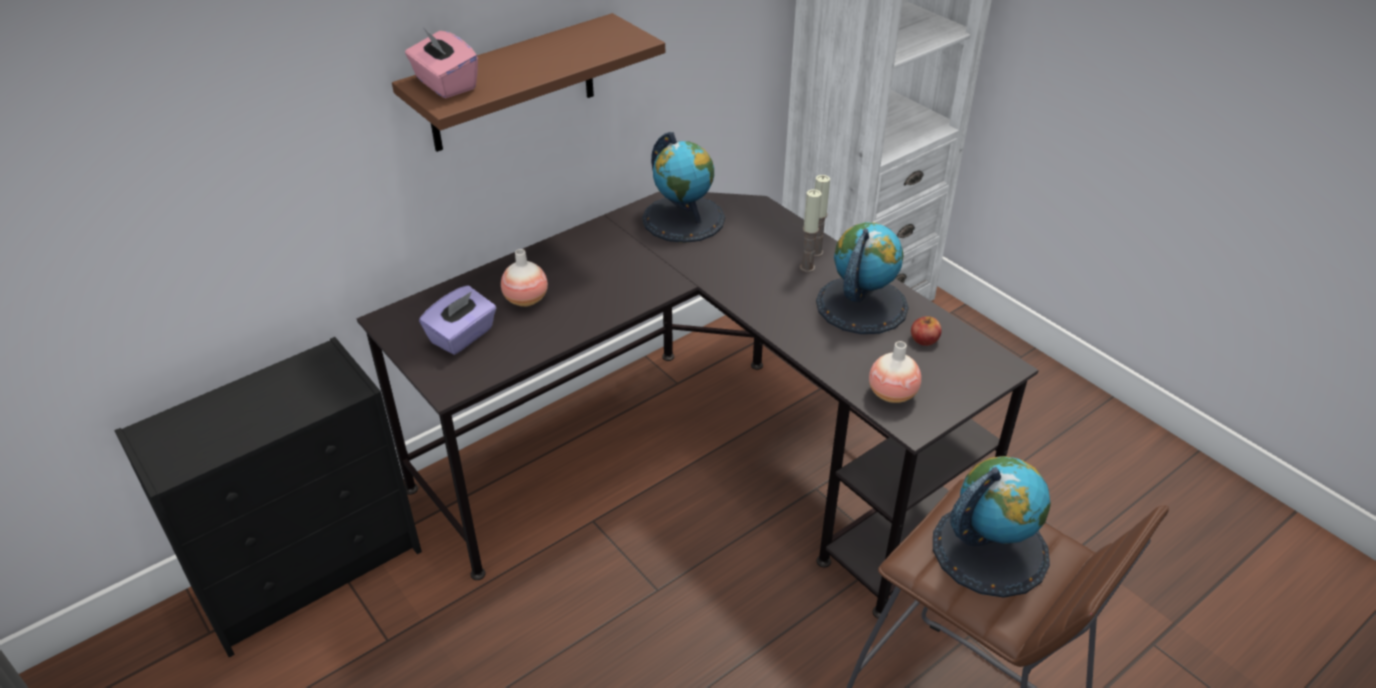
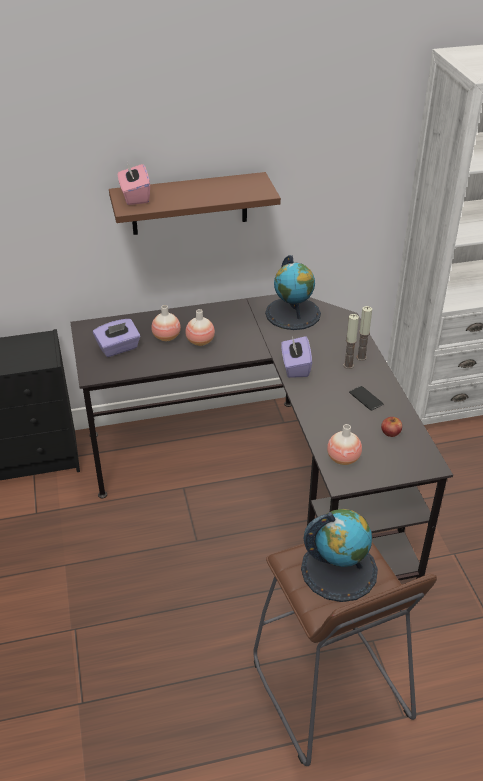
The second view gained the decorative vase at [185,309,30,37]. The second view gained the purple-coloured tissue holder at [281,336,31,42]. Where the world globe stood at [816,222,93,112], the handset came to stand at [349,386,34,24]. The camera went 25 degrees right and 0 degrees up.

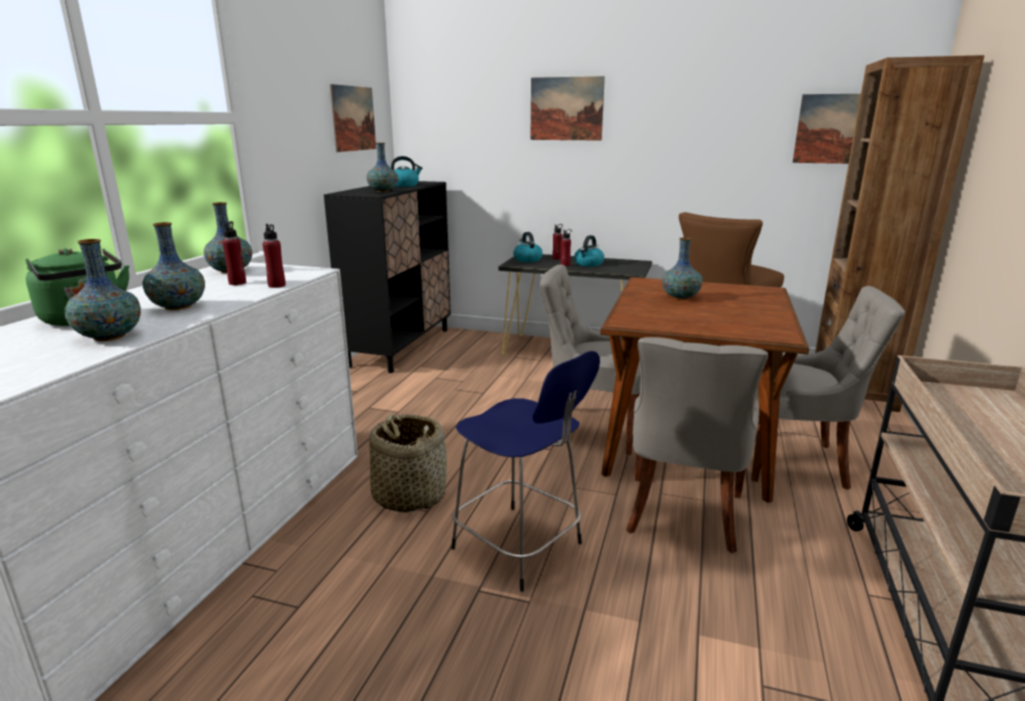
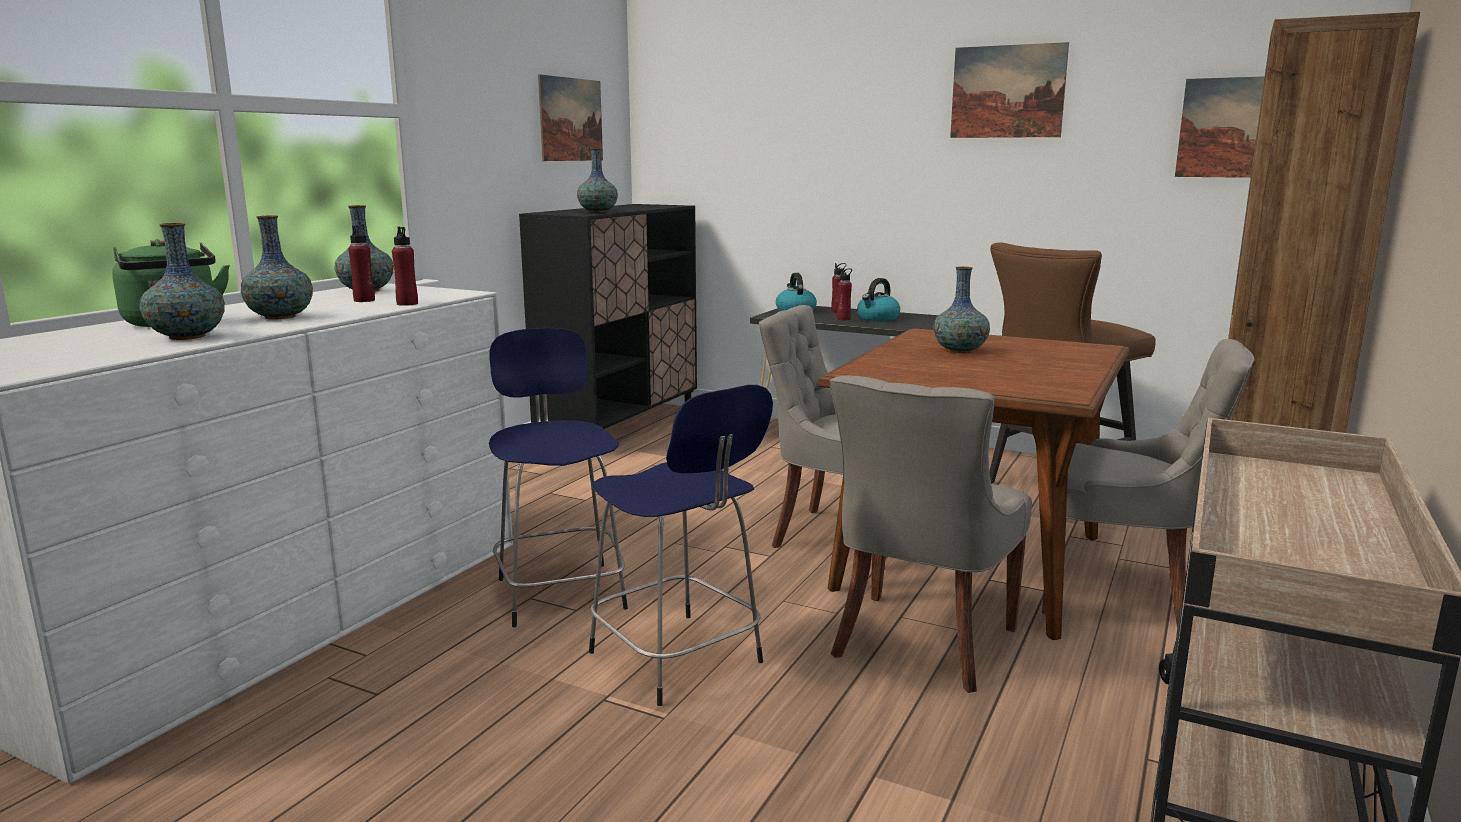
Where the household basket stood at [369,414,78,98], the blue-coloured stool seat came to stand at [489,328,139,299]. The wall picture ended up elsewhere, having gone from [530,76,75,64] to [950,42,119,96]. The second view lost the water kettle at [391,156,32,31]. The camera went 10 degrees right and 5 degrees down.

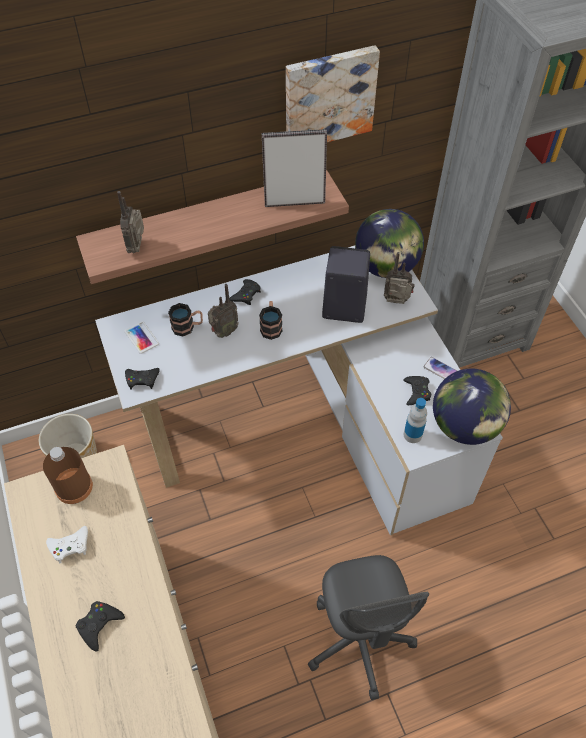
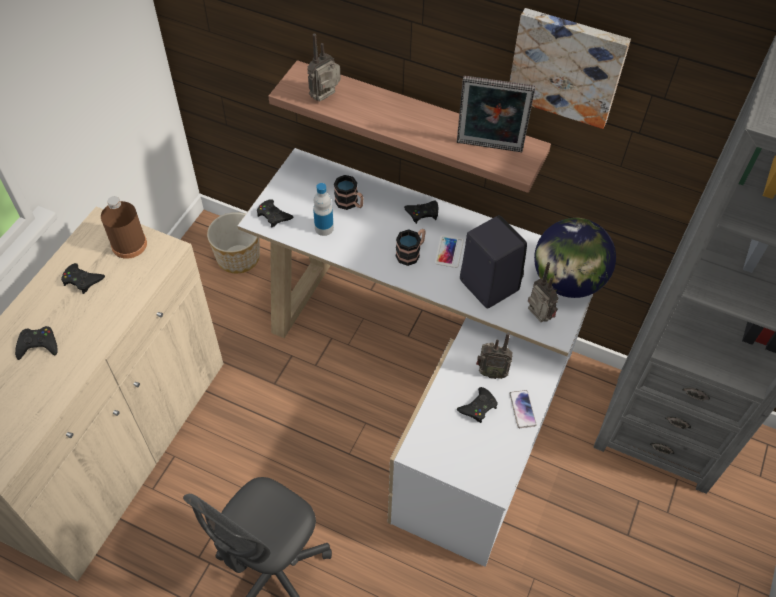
What was the whitish joypad at [46,526,42,37] turned into the blackish joypad at [61,263,44,31]. The bottle ended up elsewhere, having gone from [404,398,23,45] to [313,183,21,53]. The handset ended up elsewhere, having gone from [124,321,35,33] to [435,235,29,33]. The picture frame at [262,129,65,78] ended up facing another way, 150 degrees clockwise from before. The radio set ended up elsewhere, having gone from [208,284,31,54] to [476,332,36,47]. The second view lost the world globe at [433,369,78,76]. The camera went 45 degrees right and 0 degrees up.

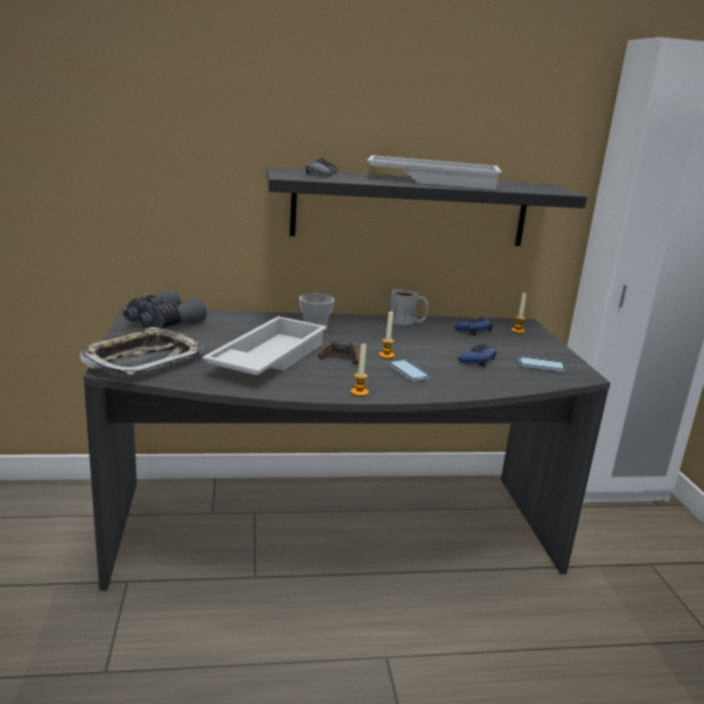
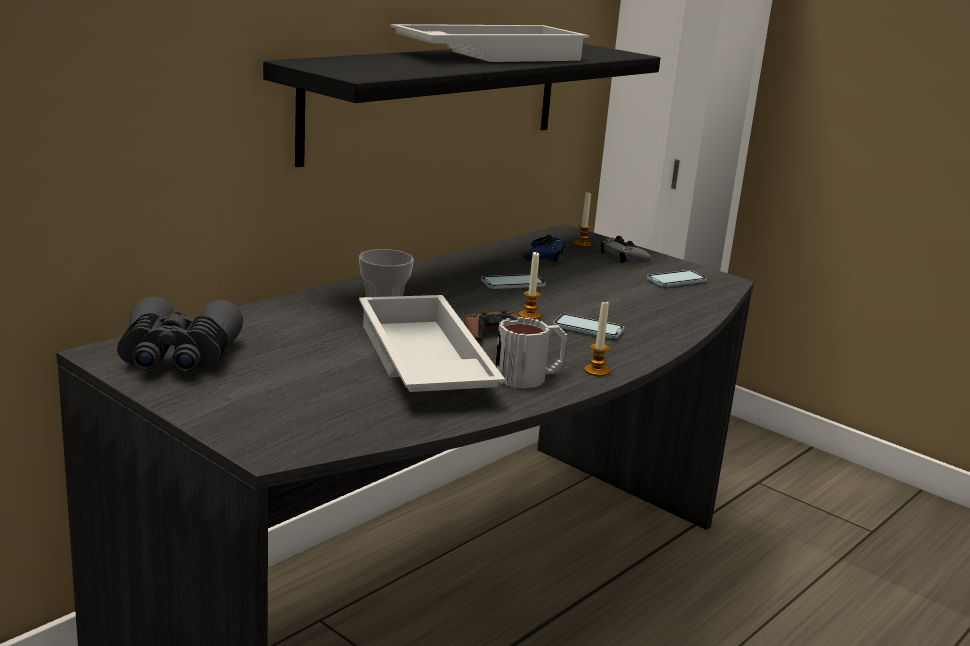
The second view gained the handset at [481,274,65,15]. The tea mug ended up elsewhere, having gone from [390,289,39,36] to [495,317,72,72]. The gray joypad ended up elsewhere, having gone from [306,158,32,19] to [601,236,50,27]. The second view lost the carrying tray at [80,327,124,48]. The second view lost the blue-coloured joypad at [458,343,39,24]. The camera went 40 degrees left and 0 degrees up.

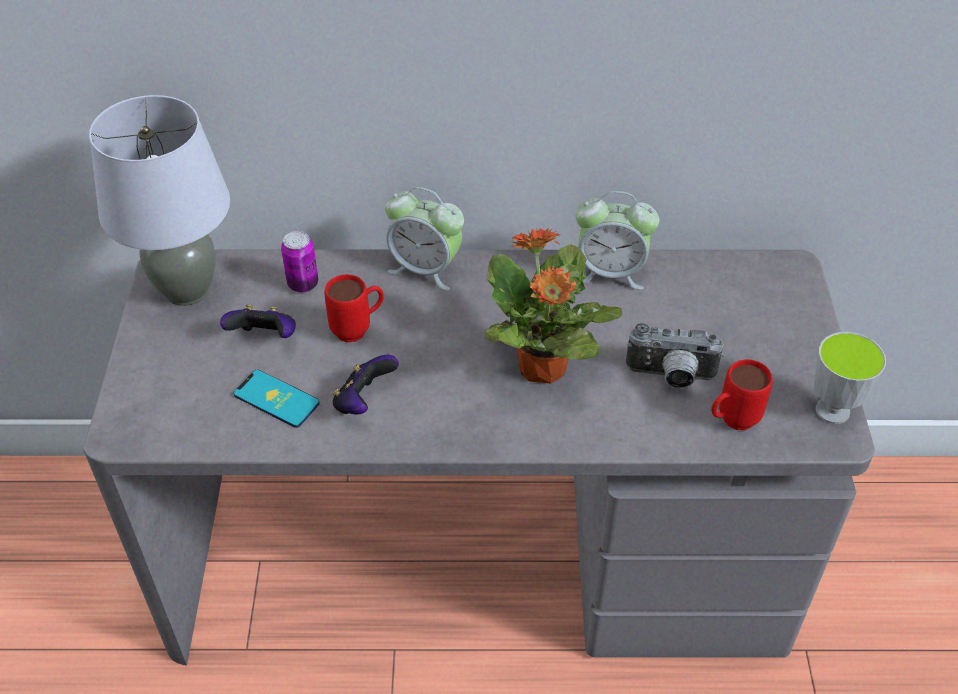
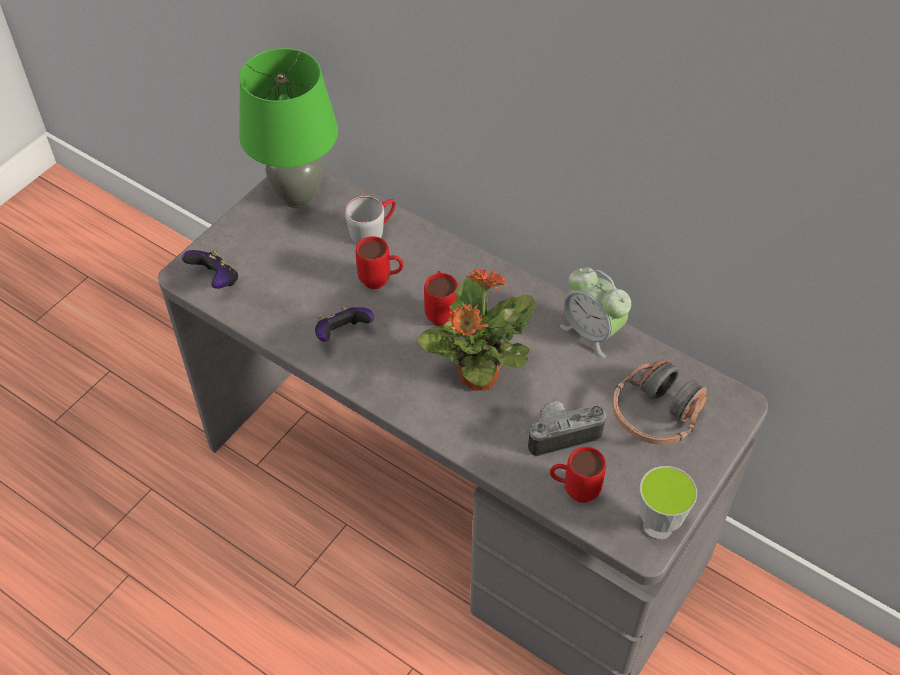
The joypad ended up elsewhere, having gone from [220,305,76,33] to [182,250,56,39]. What was the gray tabletop lamp at [89,95,141,211] turned into the greenish tabletop lamp at [239,48,99,160]. Where the can stood at [281,231,37,61], the gray tea mug came to stand at [345,196,51,48]. The second view gained the red-coloured tea mug at [424,271,34,55]. The photo camera at [626,323,98,66] ended up facing another way, 120 degrees clockwise from before. The second view gained the headset at [613,359,94,86]. The second view lost the handset at [234,370,86,58]. The second view lost the alarm clock at [385,187,79,103]. The camera went 35 degrees right and 5 degrees up.

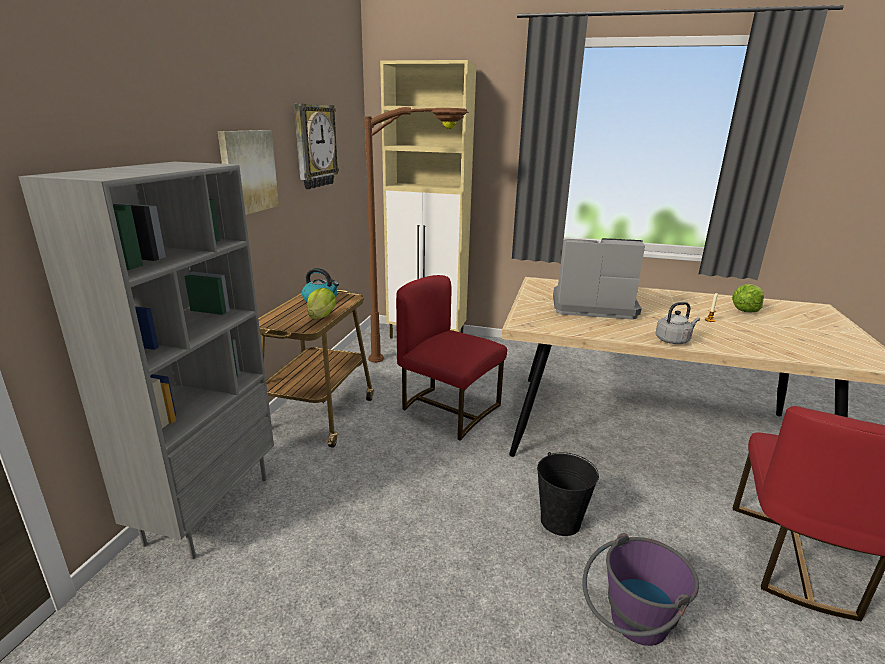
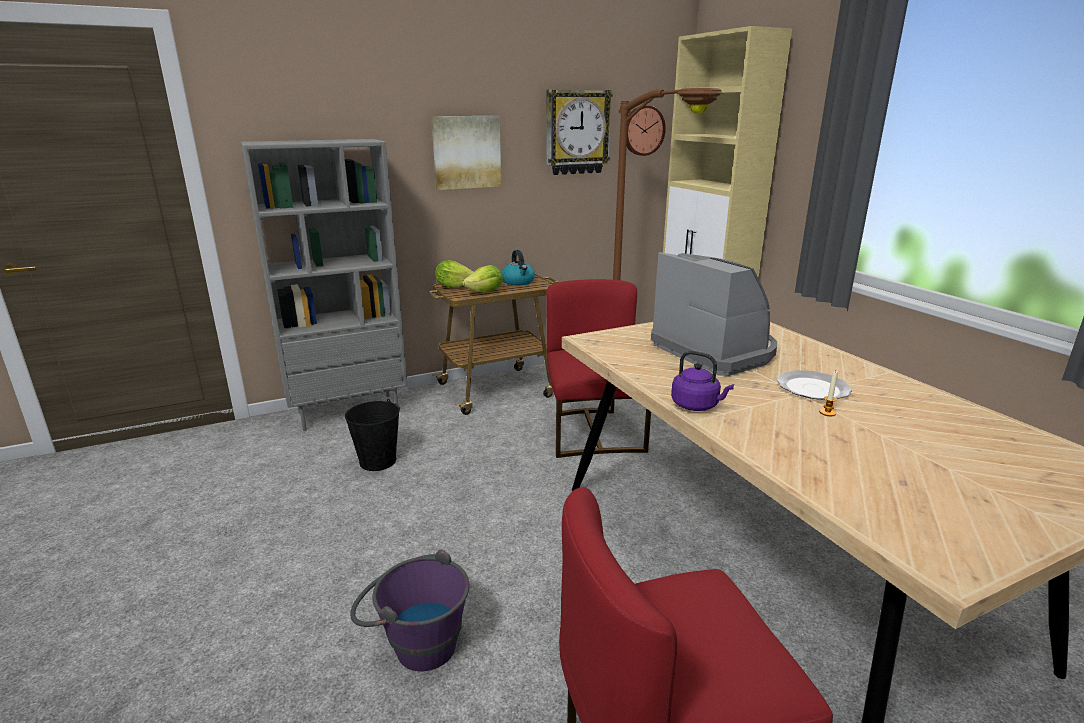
The blackish water bucket ended up elsewhere, having gone from [537,452,62,84] to [345,399,55,72]. The lettuce ended up elsewhere, having gone from [732,284,32,28] to [435,260,39,28]. The second view gained the wall clock at [627,106,39,50]. What was the gray water kettle at [655,302,45,42] turned into the purple-coloured water kettle at [671,351,63,60]. The second view gained the dinner plate at [776,370,76,30]. The camera went 50 degrees right and 0 degrees up.

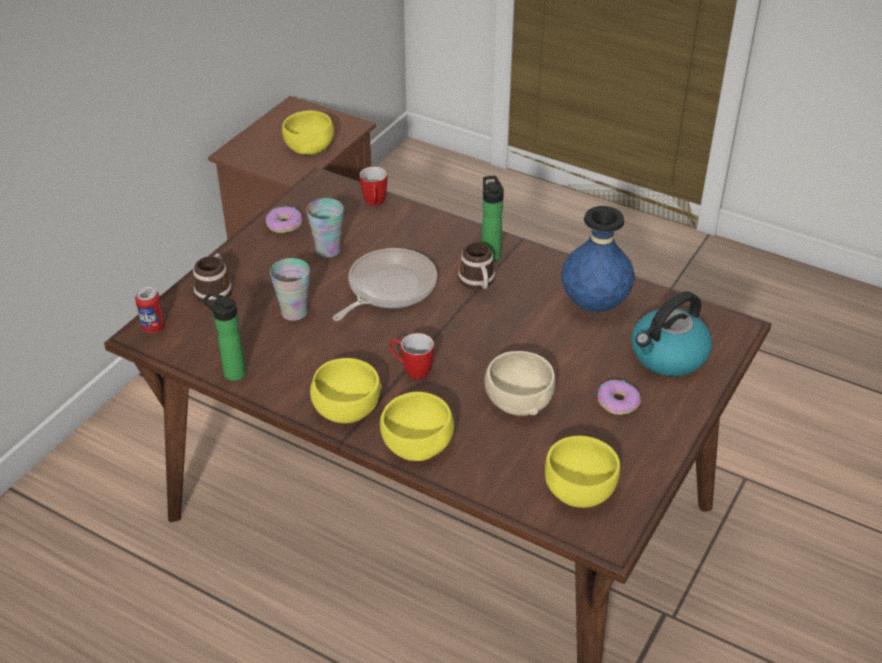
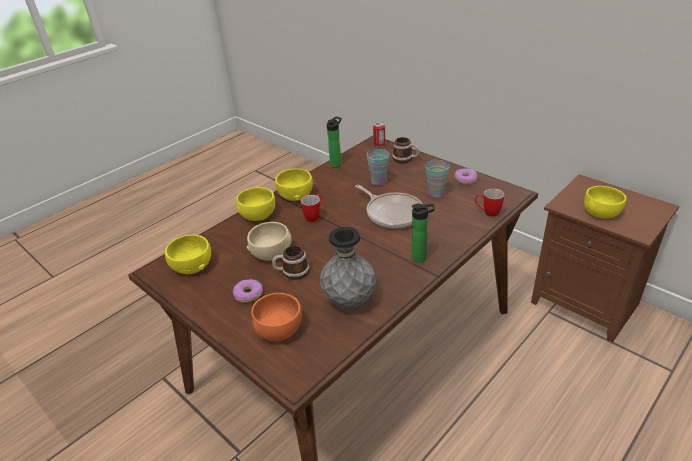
Where the water kettle stood at [631,291,81,85], the orange-coloured serving bowl came to stand at [251,293,51,48]. The tea mug ended up elsewhere, having gone from [458,243,37,47] to [272,246,37,34]. What was the blue-coloured decorative vase at [561,206,74,106] turned into the gray decorative vase at [320,227,56,81]. The camera went 105 degrees right and 5 degrees down.

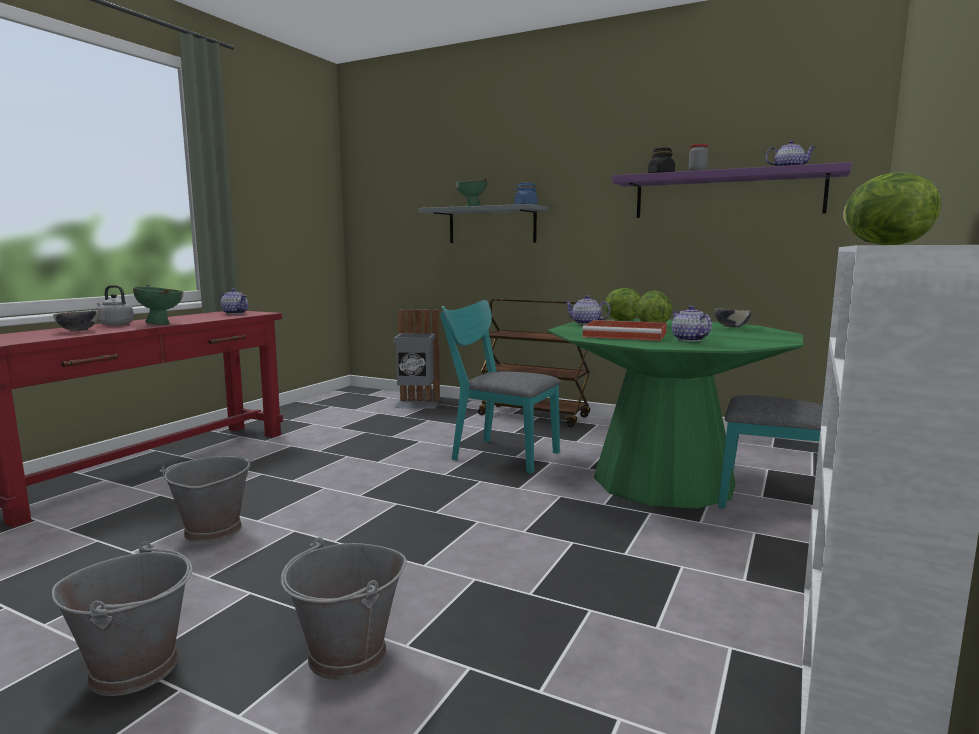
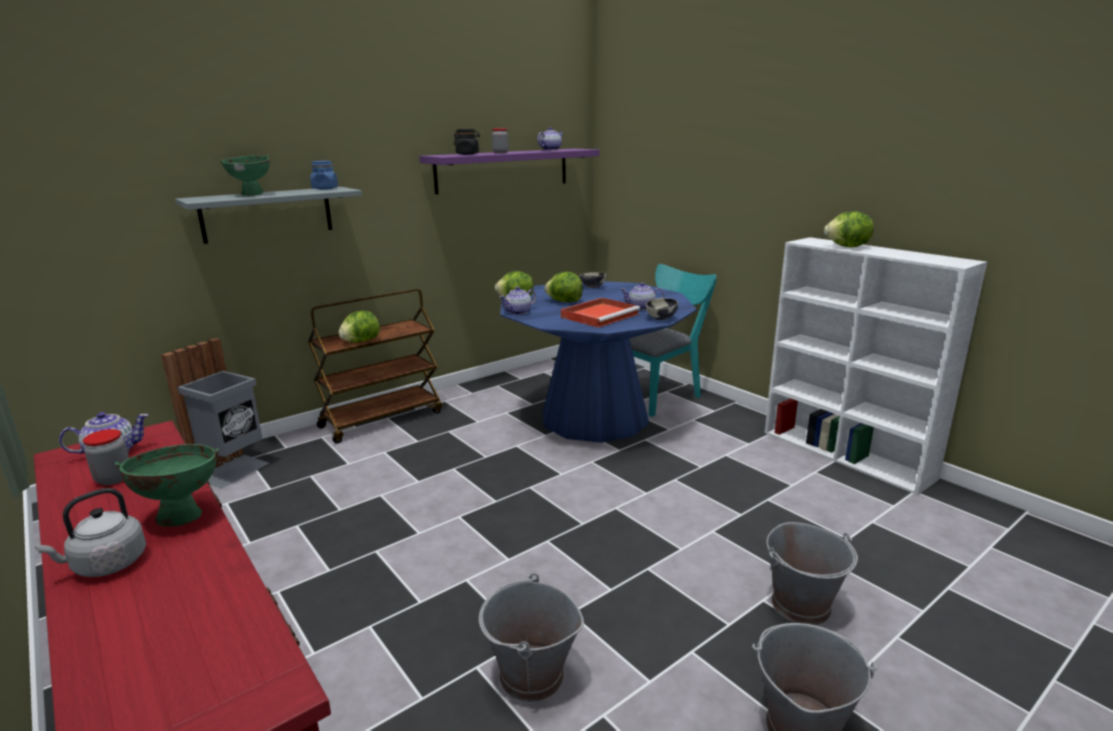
The second view gained the storage jar at [83,429,46,56]. The second view gained the lettuce at [339,310,41,32]. What was the greenish kitchen table at [548,319,255,190] turned into the blue-coloured kitchen table at [500,281,197,162]. The serving bowl ended up elsewhere, having gone from [53,310,45,22] to [646,298,32,22]. The second view lost the turquoise-coloured plain chair at [440,300,121,174]. The camera went 65 degrees left and 10 degrees up.

